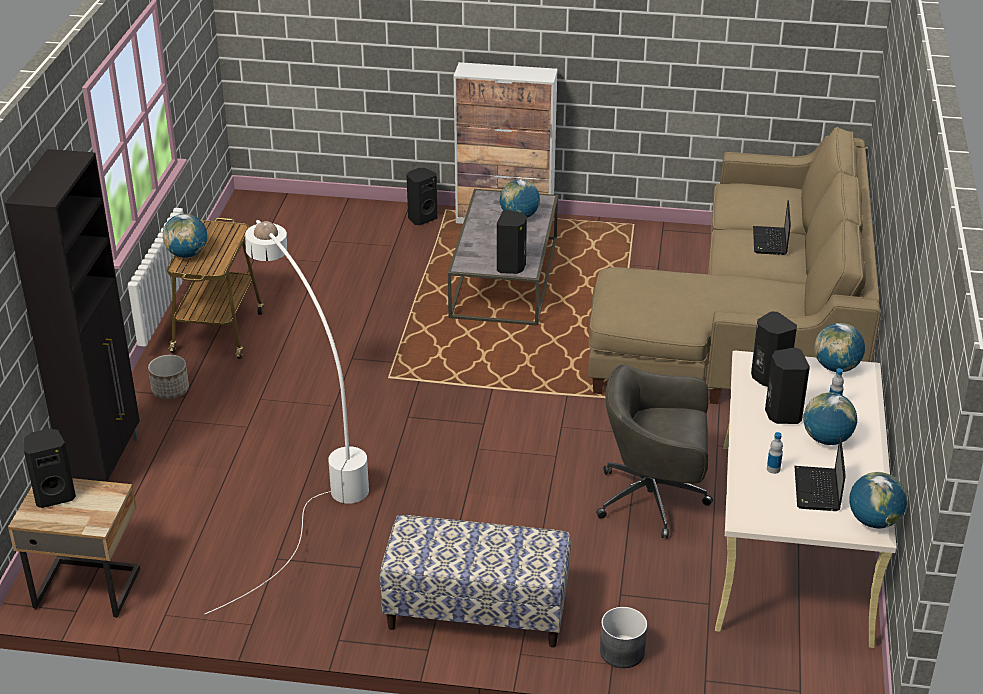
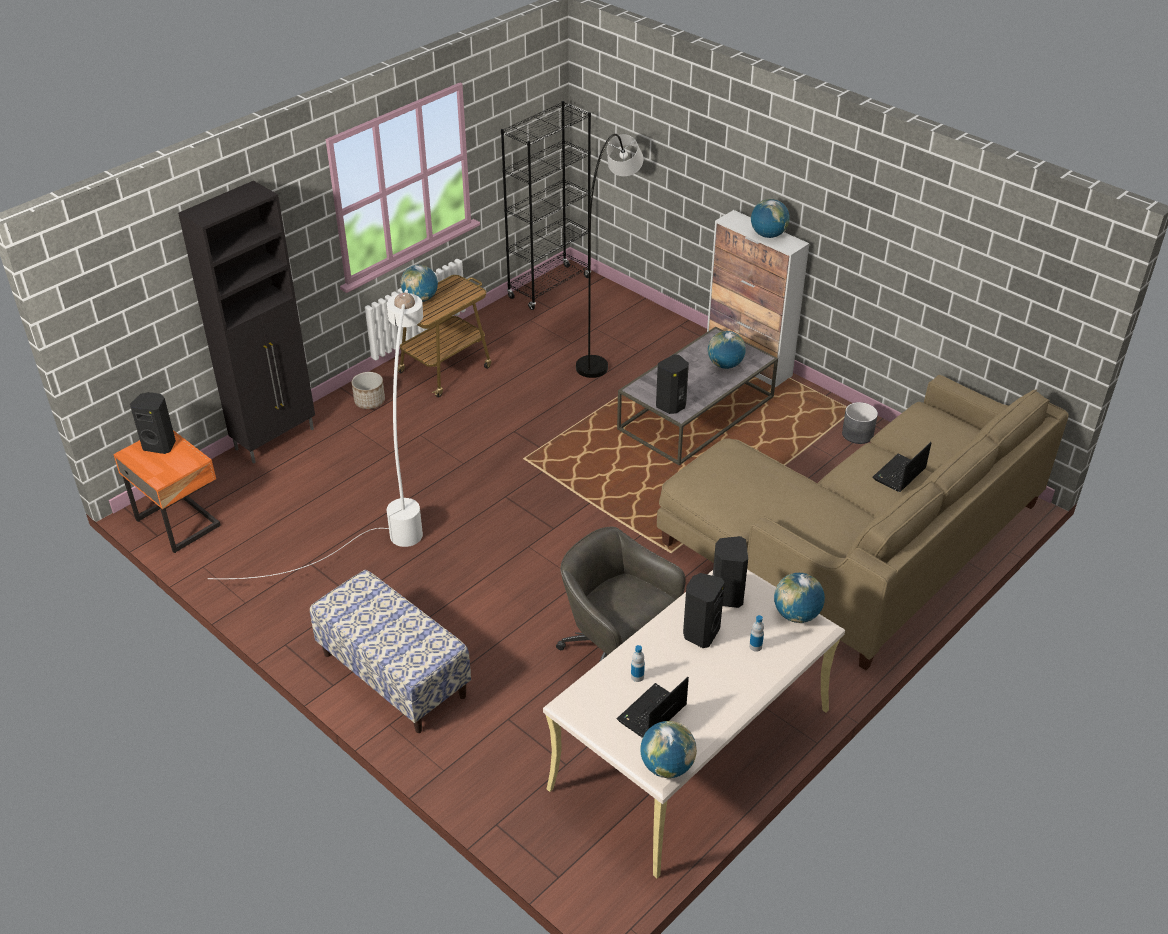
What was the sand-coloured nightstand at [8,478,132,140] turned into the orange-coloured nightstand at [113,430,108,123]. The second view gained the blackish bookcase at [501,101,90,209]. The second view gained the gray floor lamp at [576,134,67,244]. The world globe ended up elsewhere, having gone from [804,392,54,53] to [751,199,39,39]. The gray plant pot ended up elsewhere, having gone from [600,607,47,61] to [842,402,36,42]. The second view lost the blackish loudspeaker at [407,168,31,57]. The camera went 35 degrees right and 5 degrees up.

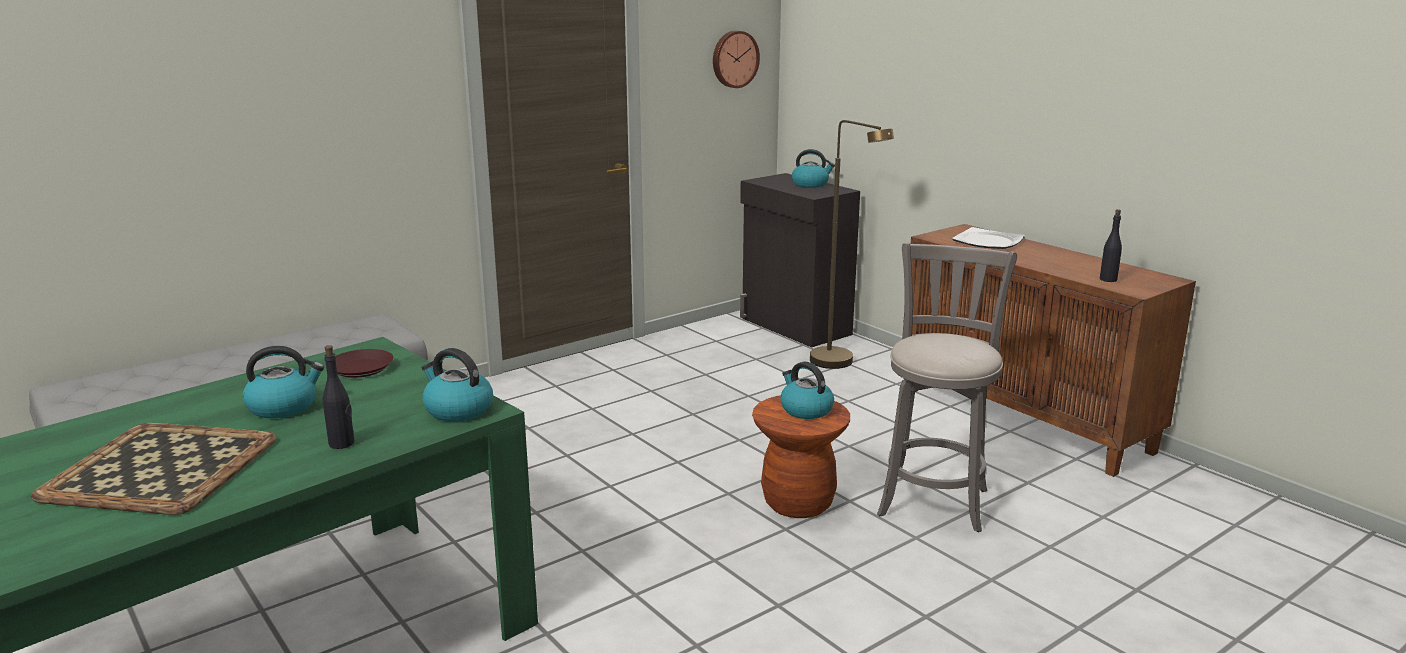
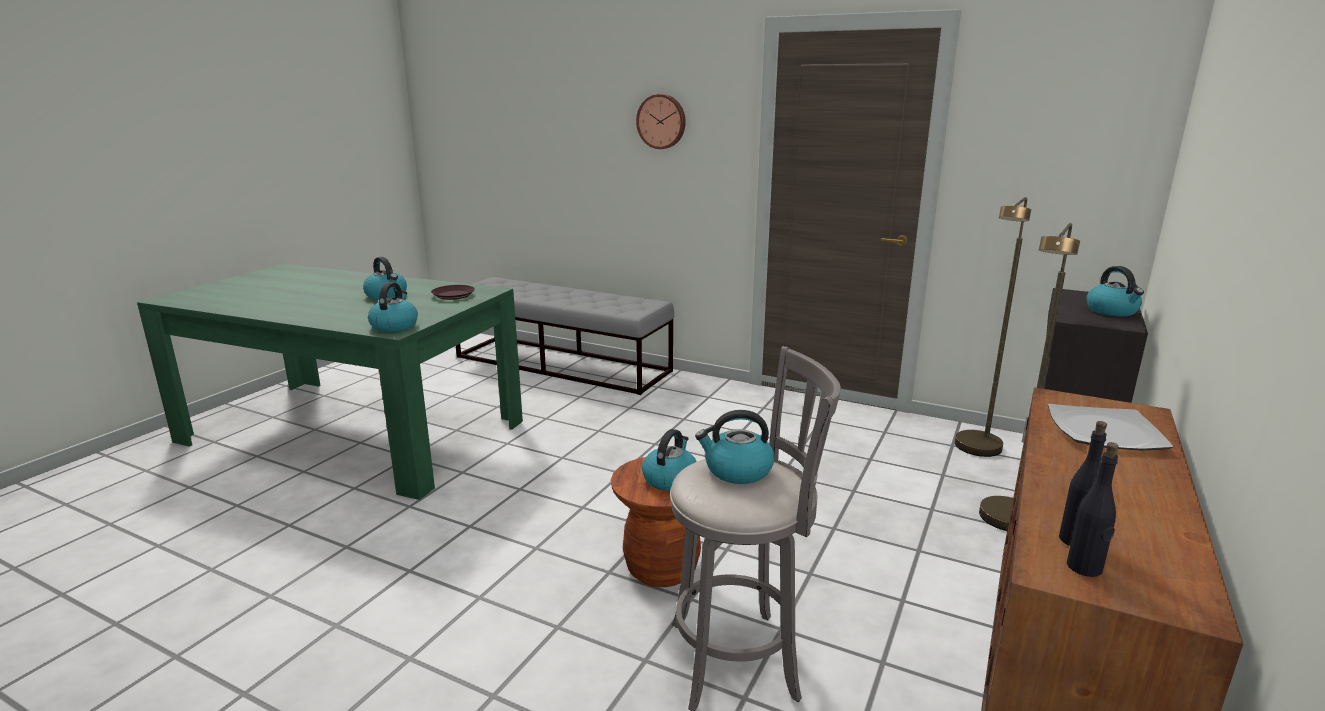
The wall clock ended up elsewhere, having gone from [713,31,47,57] to [636,94,50,55]. The second view gained the water kettle at [695,410,79,74]. The second view gained the brownish floor lamp at [955,197,76,260]. The blackish bottle ended up elsewhere, having gone from [323,345,31,104] to [1067,442,52,135]. The second view lost the carrying tray at [31,423,246,92]. The camera went 65 degrees right and 0 degrees up.

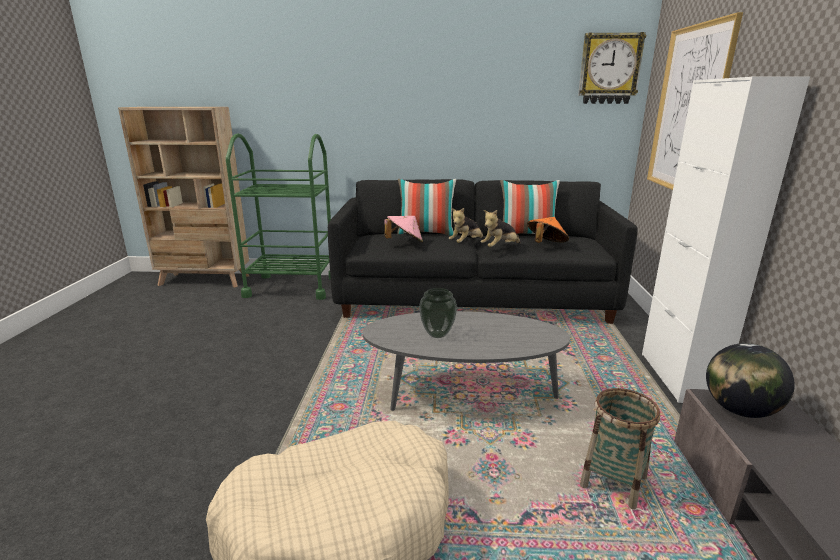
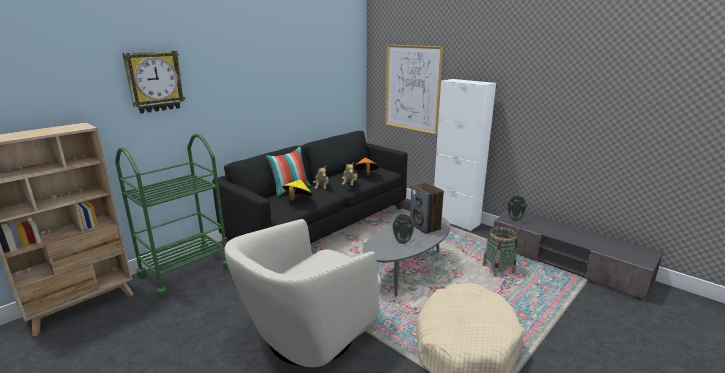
The wall clock ended up elsewhere, having gone from [578,32,68,72] to [122,51,63,63]. The second view gained the sand-coloured lounge chair at [224,219,157,148]. What was the pinkish hat at [384,216,39,27] turned into the yellowish hat at [282,179,31,22]. The second view gained the loudspeaker at [410,183,34,51]. Where the world globe stood at [706,343,89,75], the decorative vase came to stand at [507,196,20,25]. The second view lost the throw pillow at [500,180,60,54]. The camera went 50 degrees left and 0 degrees up.

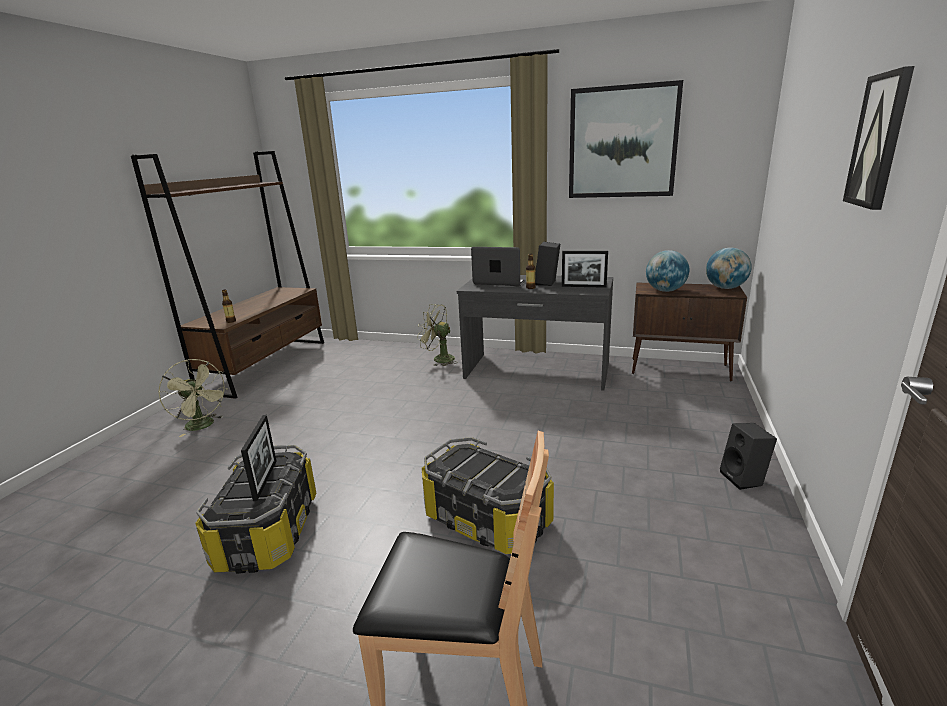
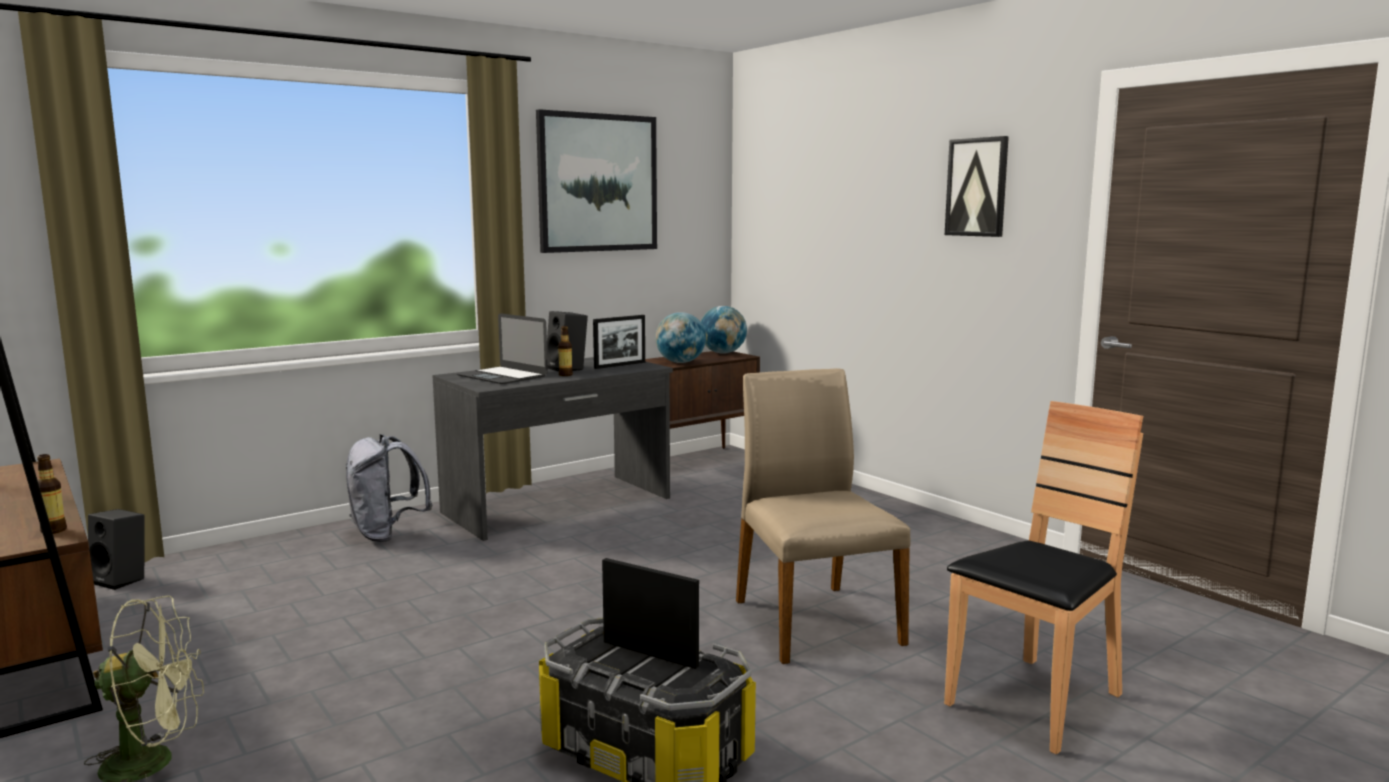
The blackish loudspeaker ended up elsewhere, having gone from [720,423,57,67] to [88,509,56,81]. Where the greenish electric fan stood at [417,304,41,62], the gray rucksack came to stand at [346,434,86,108]. The laptop at [471,247,55,39] ended up facing another way, 105 degrees counterclockwise from before. Where the storage bin stood at [422,437,132,117], the sand-coloured plain chair came to stand at [736,368,174,296]. The camera went 55 degrees left and 10 degrees down.

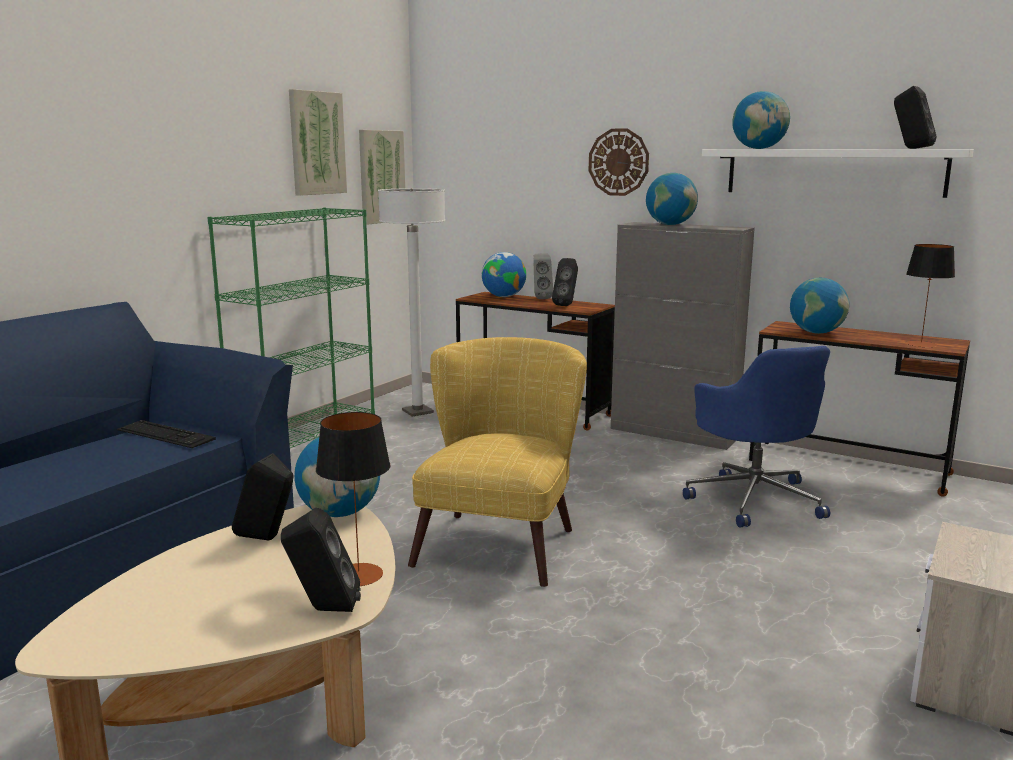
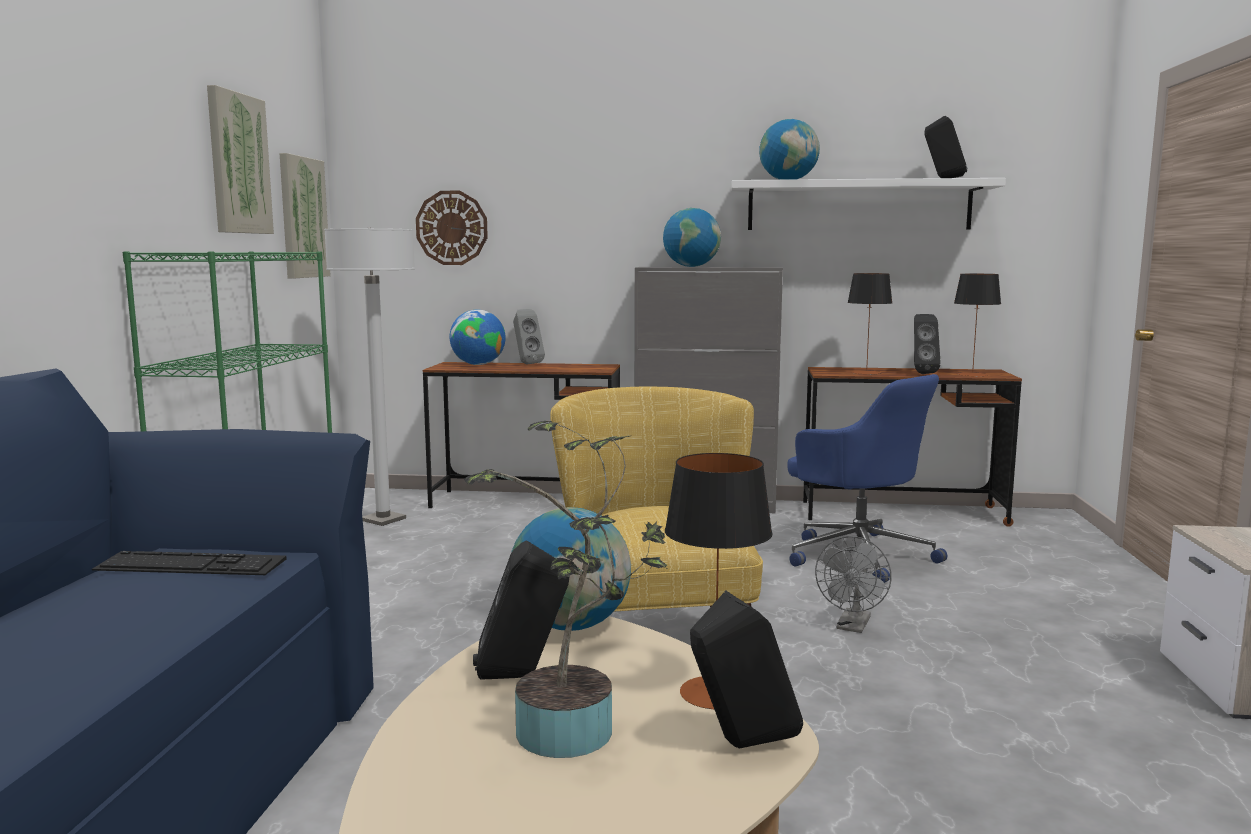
The wall clock ended up elsewhere, having gone from [589,128,60,68] to [416,191,72,74]. The second view gained the plant in a pot at [464,420,203,338]. The second view gained the gray electric fan at [815,536,77,97]. Where the world globe stood at [790,278,59,56], the tabletop lamp came to stand at [847,273,45,102]. The blackish loudspeaker ended up elsewhere, having gone from [552,258,26,48] to [914,314,27,60]. The camera went 25 degrees left and 5 degrees down.

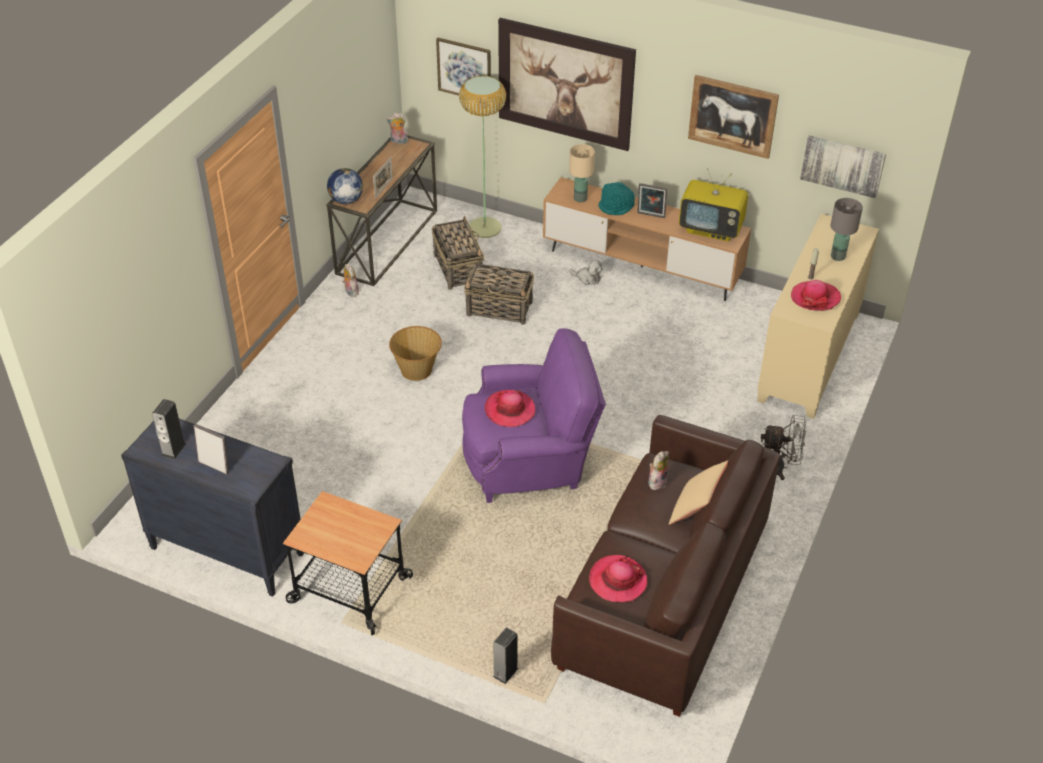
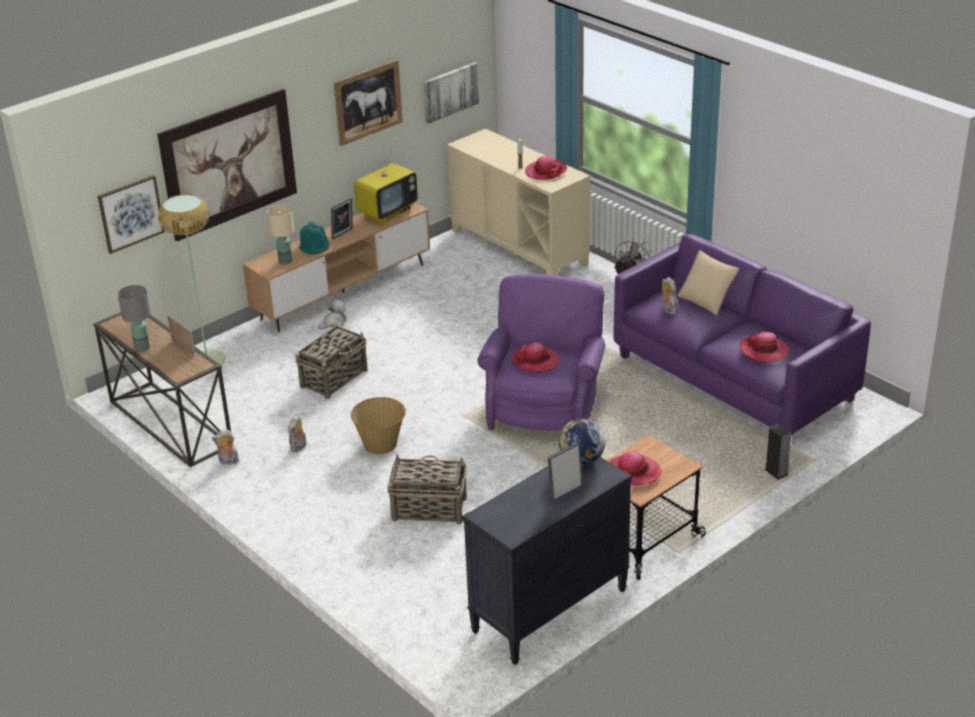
The gray tabletop lamp ended up elsewhere, having gone from [830,198,33,63] to [118,285,32,66]. The soft toy ended up elsewhere, having gone from [386,113,23,31] to [288,414,19,39]. The household basket ended up elsewhere, having gone from [432,216,52,74] to [387,454,80,70]. The world globe ended up elsewhere, having gone from [327,168,36,36] to [558,418,47,47]. The second view gained the hat at [609,451,52,34]. What was the brownish settee at [551,415,229,302] turned into the purple-coloured settee at [613,234,258,202]. The second view lost the loudspeaker at [152,399,34,61]. The camera went 65 degrees left and 10 degrees down.

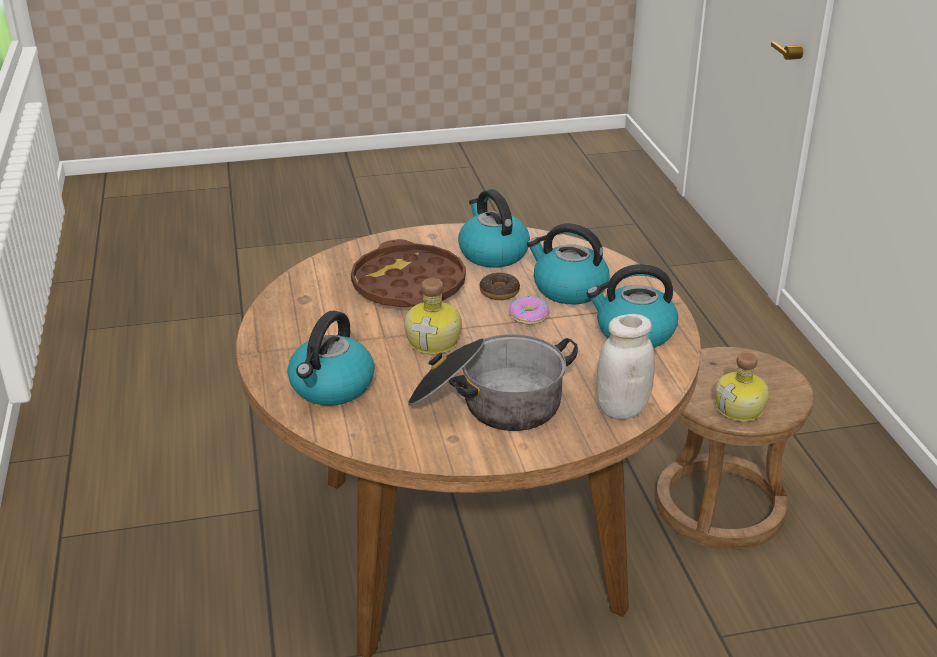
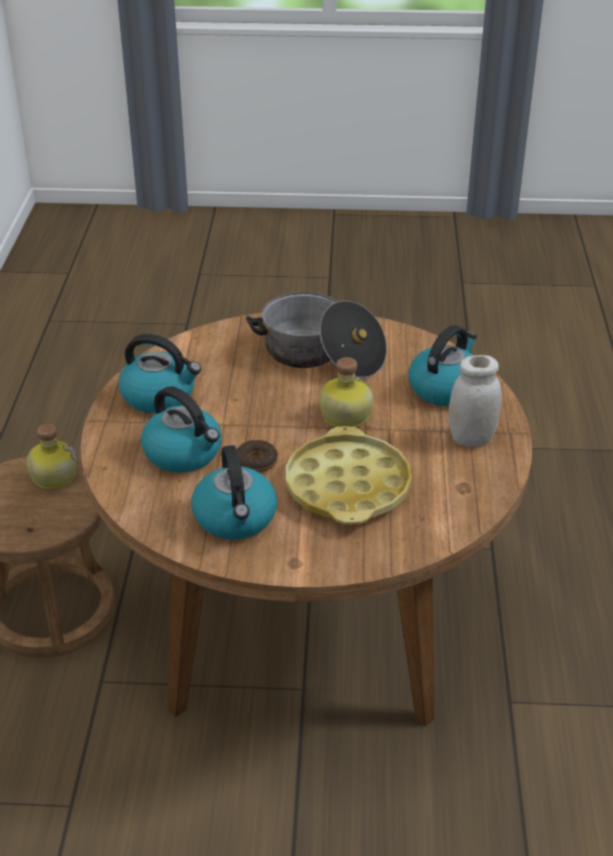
What was the brownish carrying tray at [351,239,115,68] turned into the yellowish carrying tray at [286,426,126,98]. The whitish storage jar ended up elsewhere, having gone from [597,314,58,105] to [448,355,54,91]. The second view lost the donut at [509,295,40,30]. The camera went 165 degrees left and 5 degrees up.

